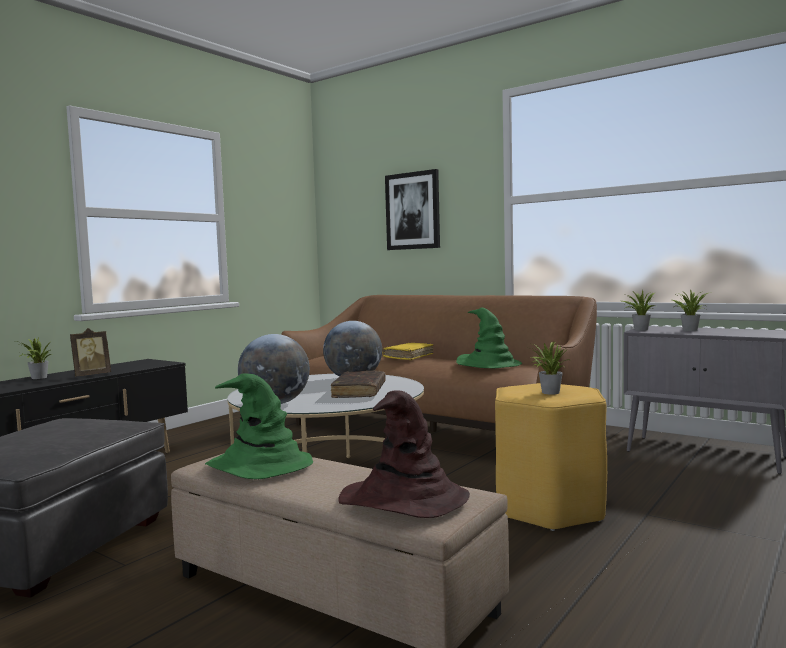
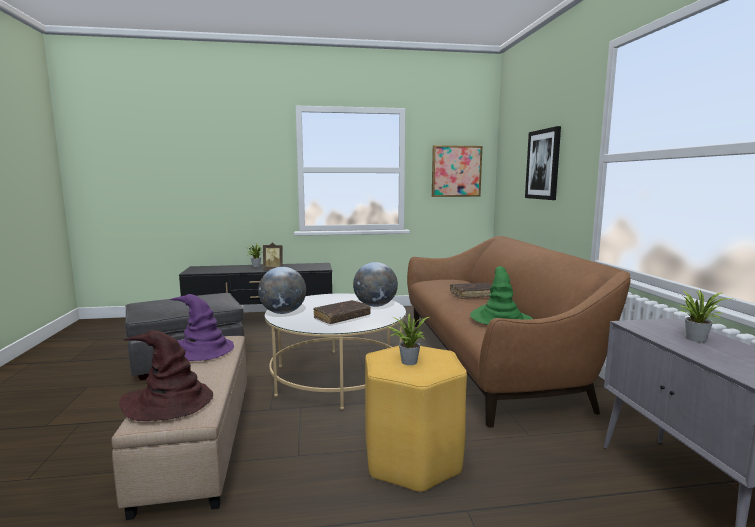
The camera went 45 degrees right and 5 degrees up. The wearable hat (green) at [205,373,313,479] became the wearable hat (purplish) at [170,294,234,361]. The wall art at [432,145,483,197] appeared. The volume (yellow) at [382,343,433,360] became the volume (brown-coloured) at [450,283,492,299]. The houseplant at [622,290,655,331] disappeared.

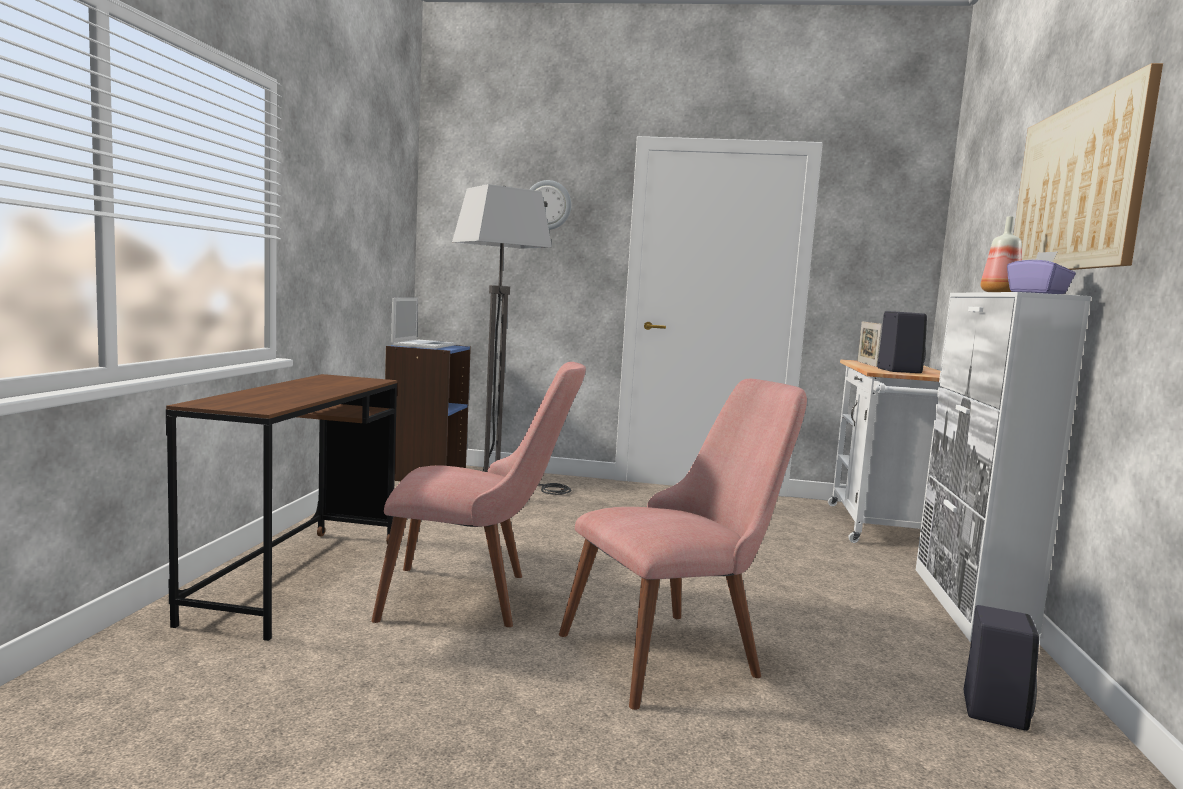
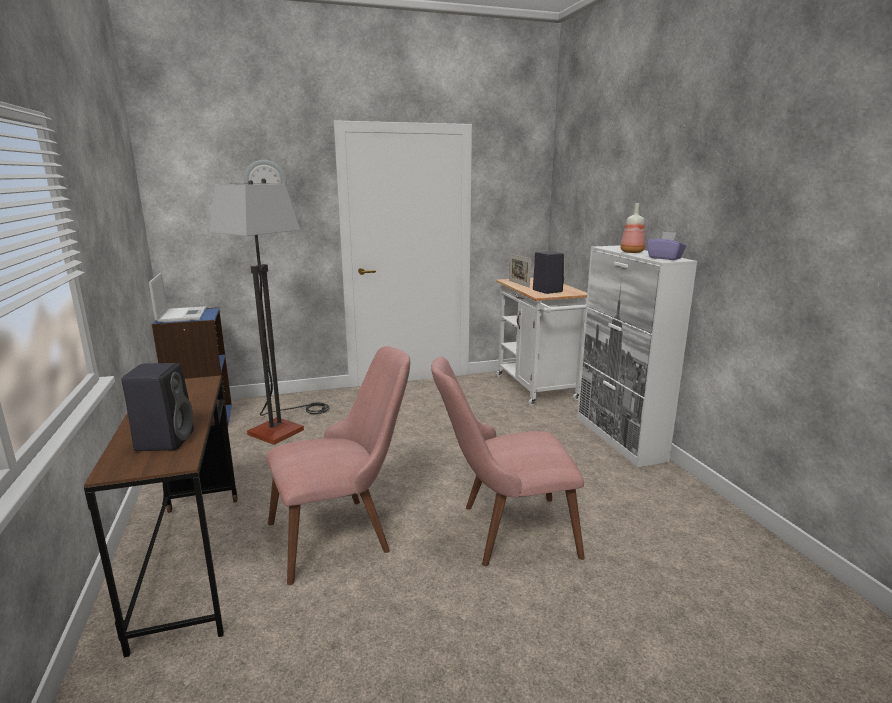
The camera went 25 degrees left and 10 degrees up. The speaker (black) moved from [964,605,1039,731] to [121,363,194,451]. The plain chair (pink-coloured) at [559,379,807,710] turned 135 degrees counterclockwise. The wall art at [1014,63,1163,270] disappeared.

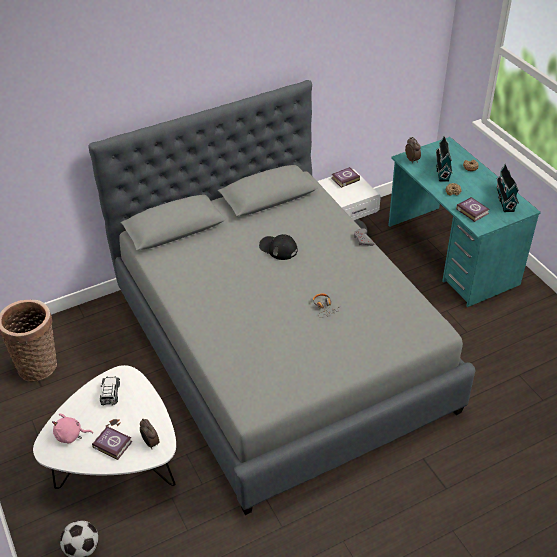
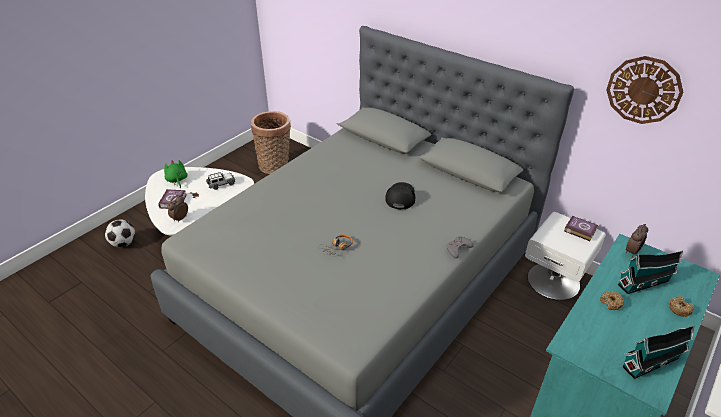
The camera went 65 degrees right and 5 degrees down. The soft toy (pink-coloured) at [52,413,93,443] became the soft toy (green) at [164,160,188,188]. The clock on the wall at [606,56,683,124] appeared. The volume at [456,197,489,222] disappeared.

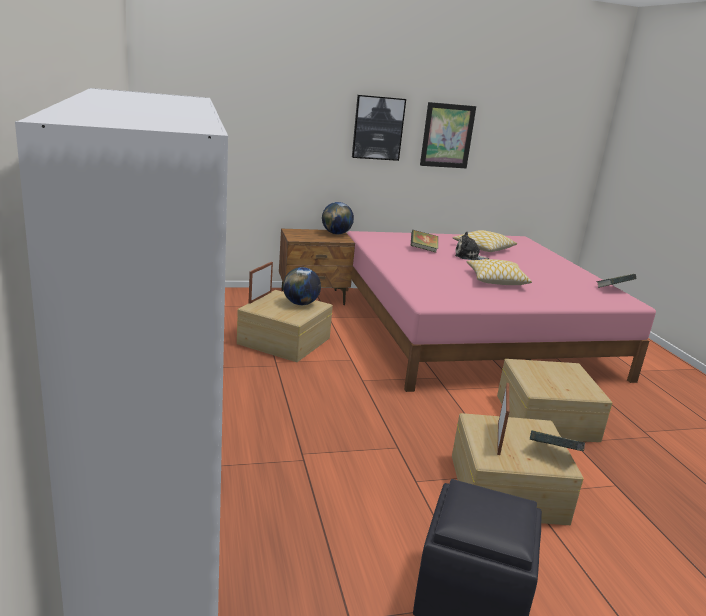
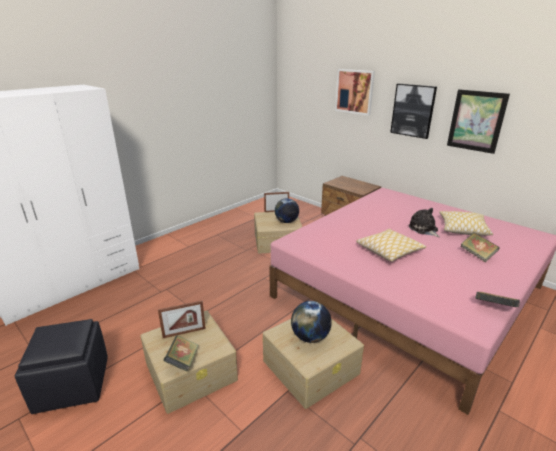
The camera went 60 degrees right and 5 degrees up. The globe moved from [322,202,354,234] to [291,301,332,343]. The wall art at [335,69,375,116] appeared. The volume moved from [411,230,438,253] to [461,232,499,263].

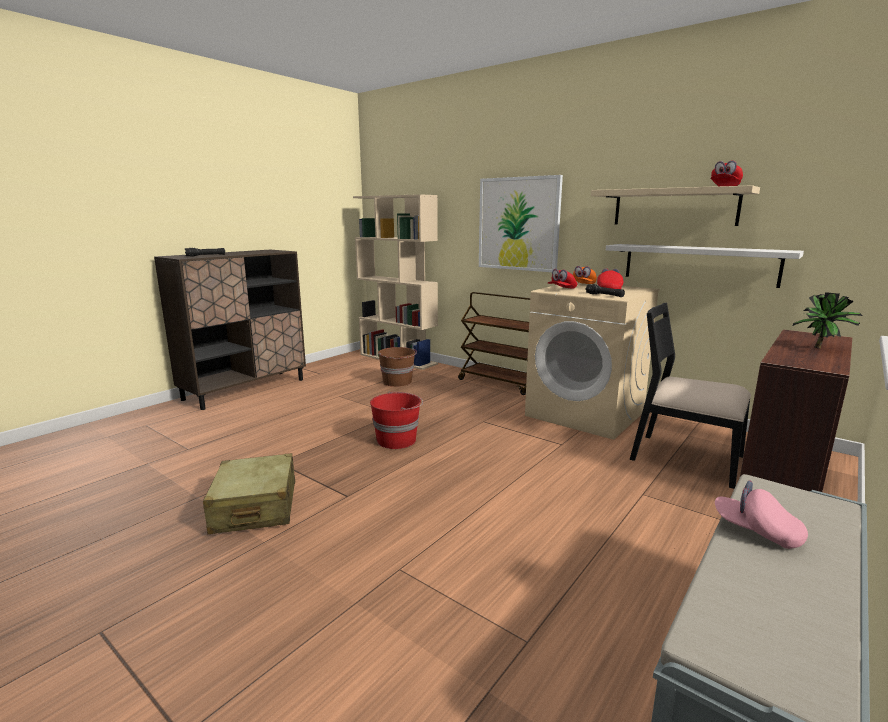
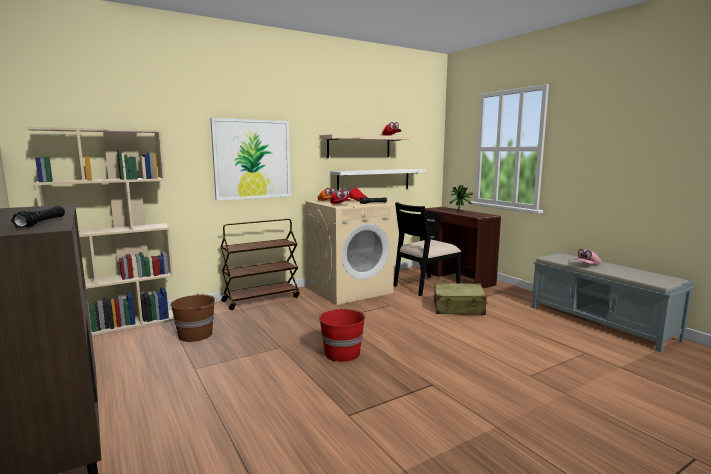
The camera went 70 degrees left and 5 degrees down. The suitcase (sand-coloured) moved from [203,453,295,534] to [434,283,488,315].

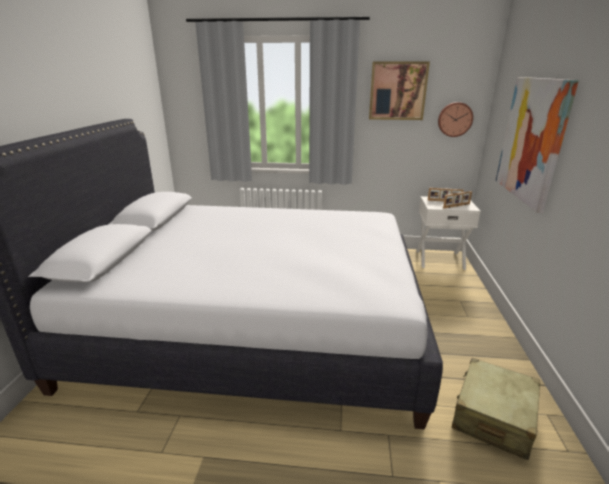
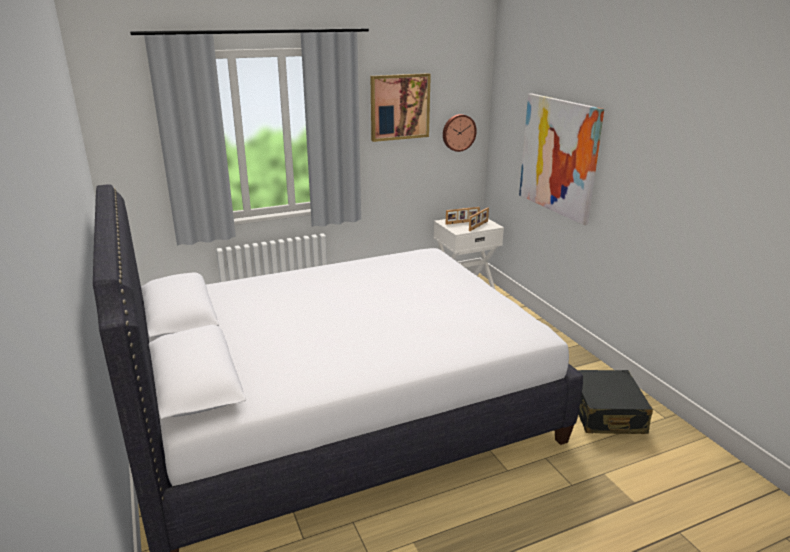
The camera went 30 degrees left and 0 degrees up. The suitcase (sand-coloured) at [452,358,540,460] became the suitcase (black) at [578,370,653,434].

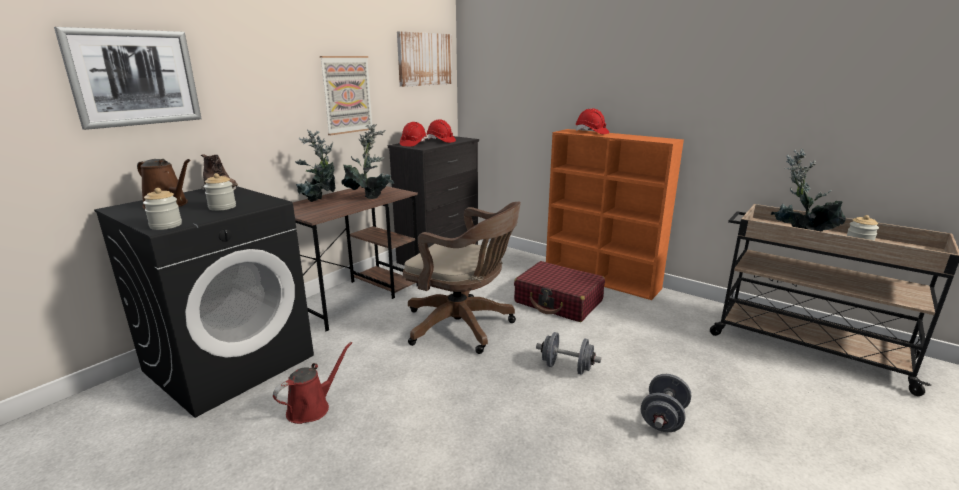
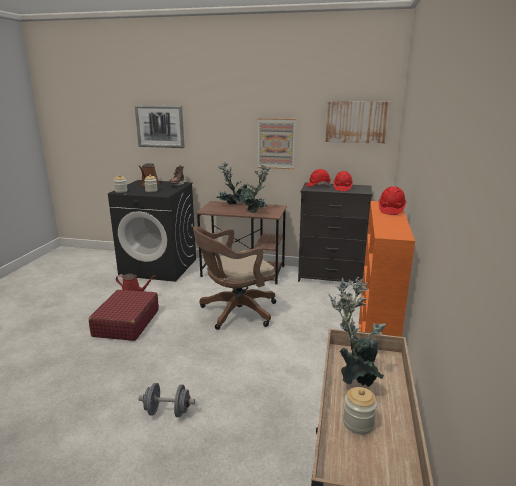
The camera went 65 degrees right and 0 degrees up. The suitcase (red-coloured) moved from [514,261,605,322] to [89,290,159,341]. The office chair (brown-coloured) at [403,202,521,354] turned 60 degrees clockwise. The free weight (gray) at [536,332,601,375] disappeared.

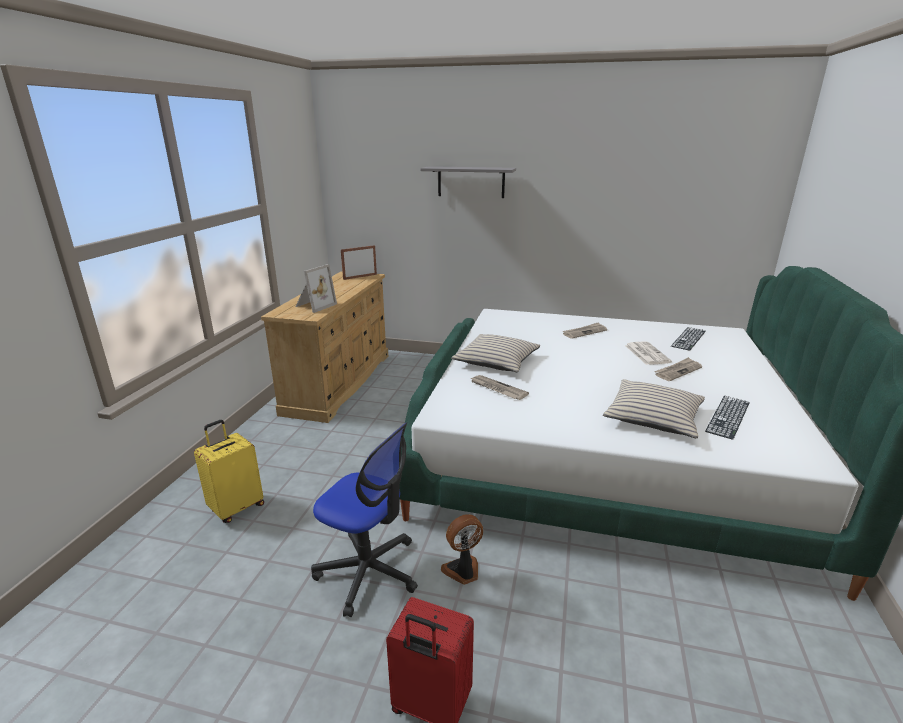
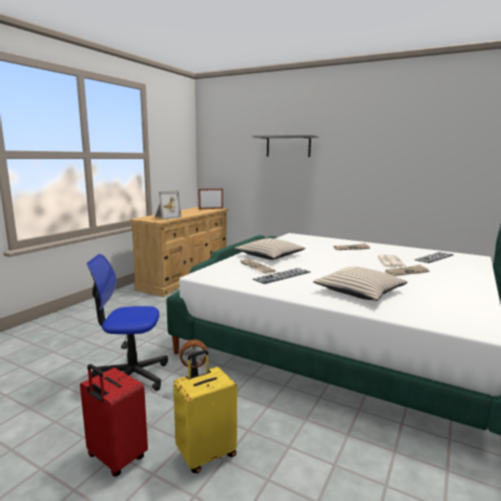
The camera went 15 degrees right and 10 degrees down. The office chair at [311,422,418,617] turned 135 degrees clockwise. The suitcase (yellow) moved from [194,420,264,523] to [173,350,237,473]. The computer keyboard moved from [705,396,750,440] to [253,268,310,284].

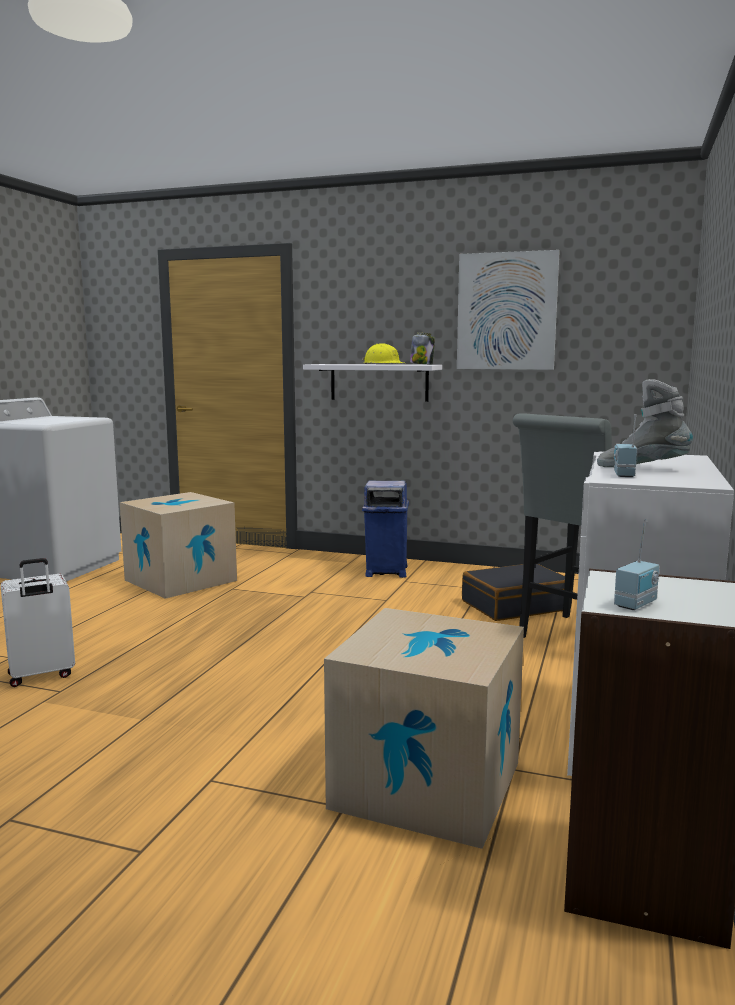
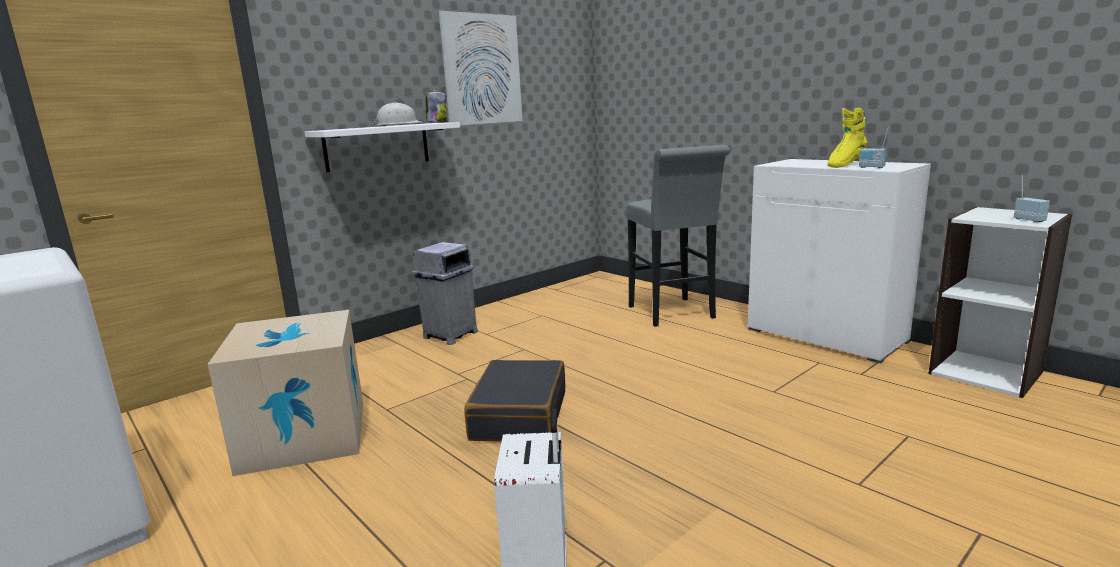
The camera went 60 degrees left and 5 degrees up. The work helmet (yellow) at [362,343,404,364] became the work helmet (whitish) at [372,103,423,127]. The trash can (bluish) at [362,480,409,578] became the trash can (gray) at [411,242,478,345]. The suitcase (black) moved from [462,564,572,621] to [465,360,565,442]. The high-top boot (gray) at [597,379,693,467] became the high-top boot (yellow) at [827,108,867,168]. The packing box at [324,608,524,849] disappeared.

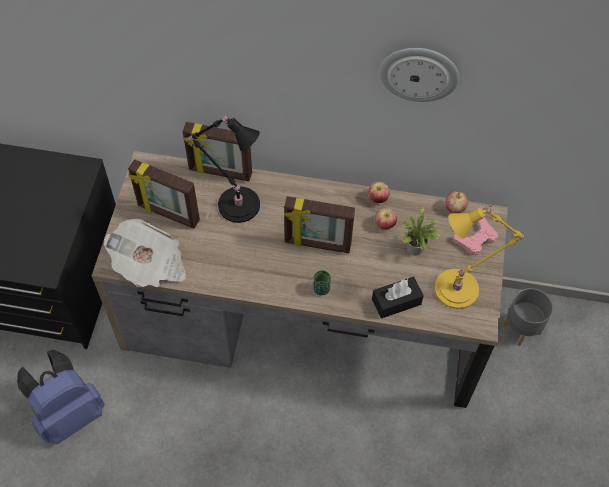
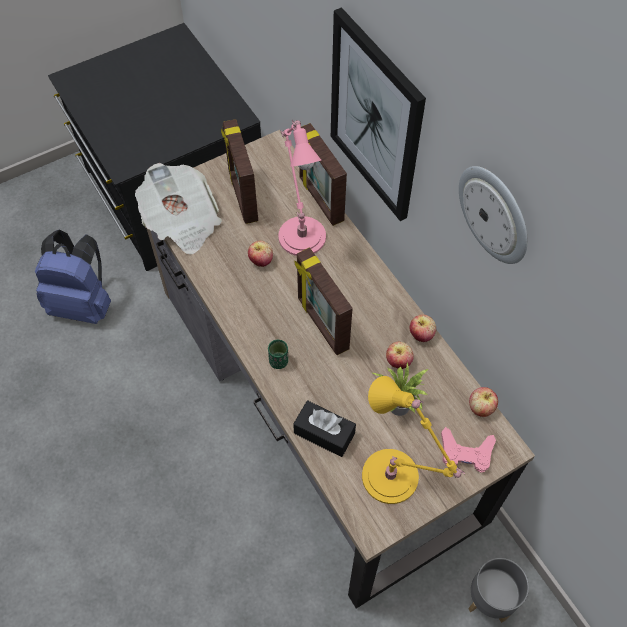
The camera went 50 degrees right and 0 degrees up. The apple at [248,241,273,267] appeared. The table lamp (black) at [186,116,260,223] became the table lamp (pink-coloured) at [278,120,326,256]. The wall art at [331,7,426,221] appeared.

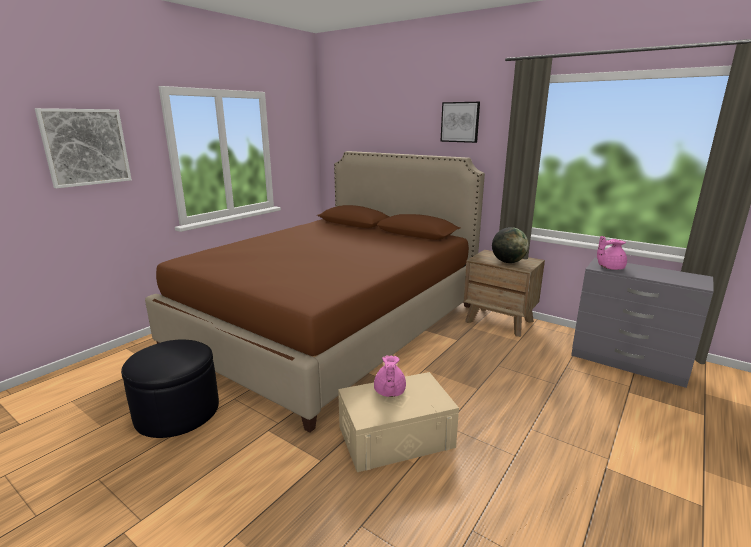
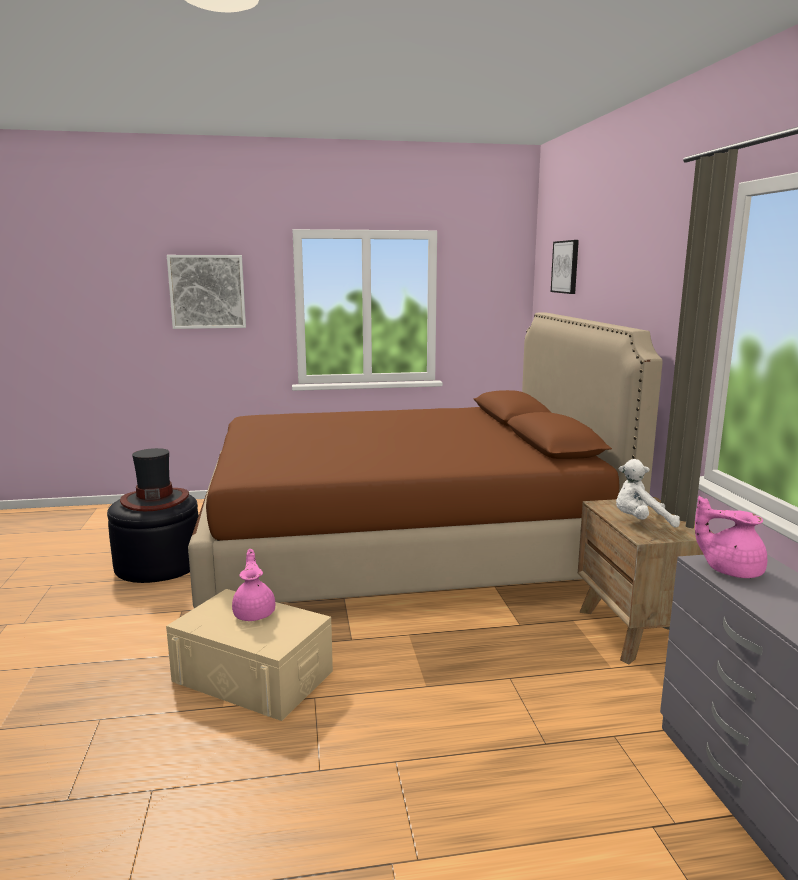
The camera went 45 degrees right and 5 degrees down. The wearable hat at [120,448,189,511] appeared. The tea pot (pink-coloured) at [374,355,406,397] turned 120 degrees clockwise. The wall art moved from [440,102,480,143] to [551,240,579,294]. The globe at [492,227,529,263] was replaced by the soft toy (whitish) at [616,459,680,527].

